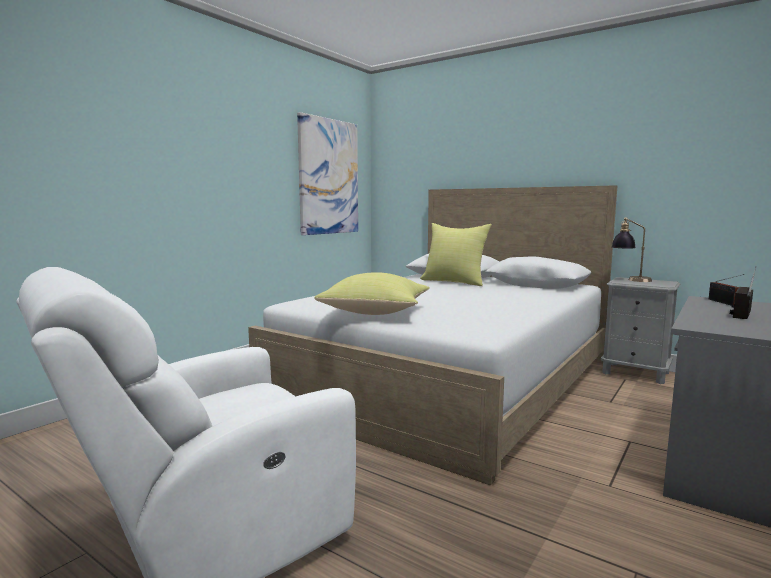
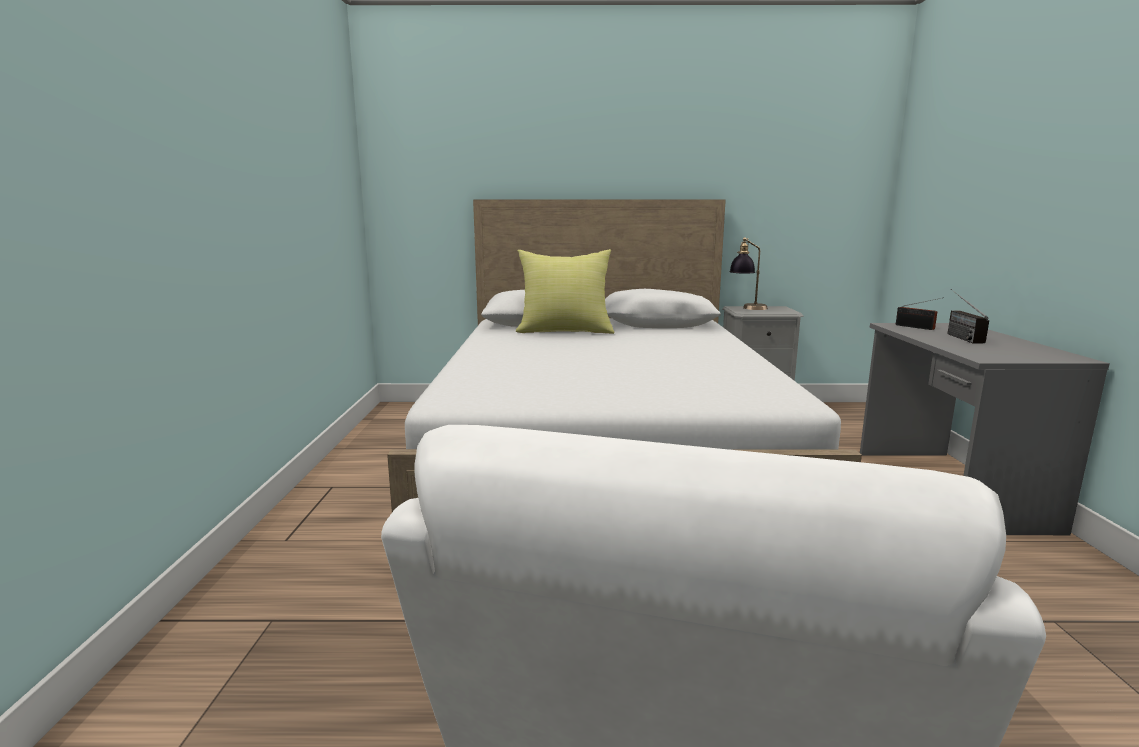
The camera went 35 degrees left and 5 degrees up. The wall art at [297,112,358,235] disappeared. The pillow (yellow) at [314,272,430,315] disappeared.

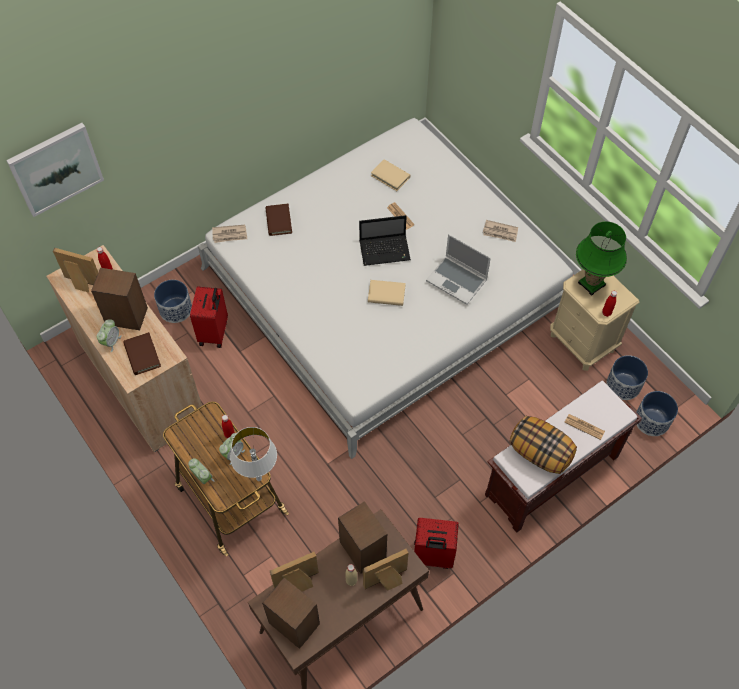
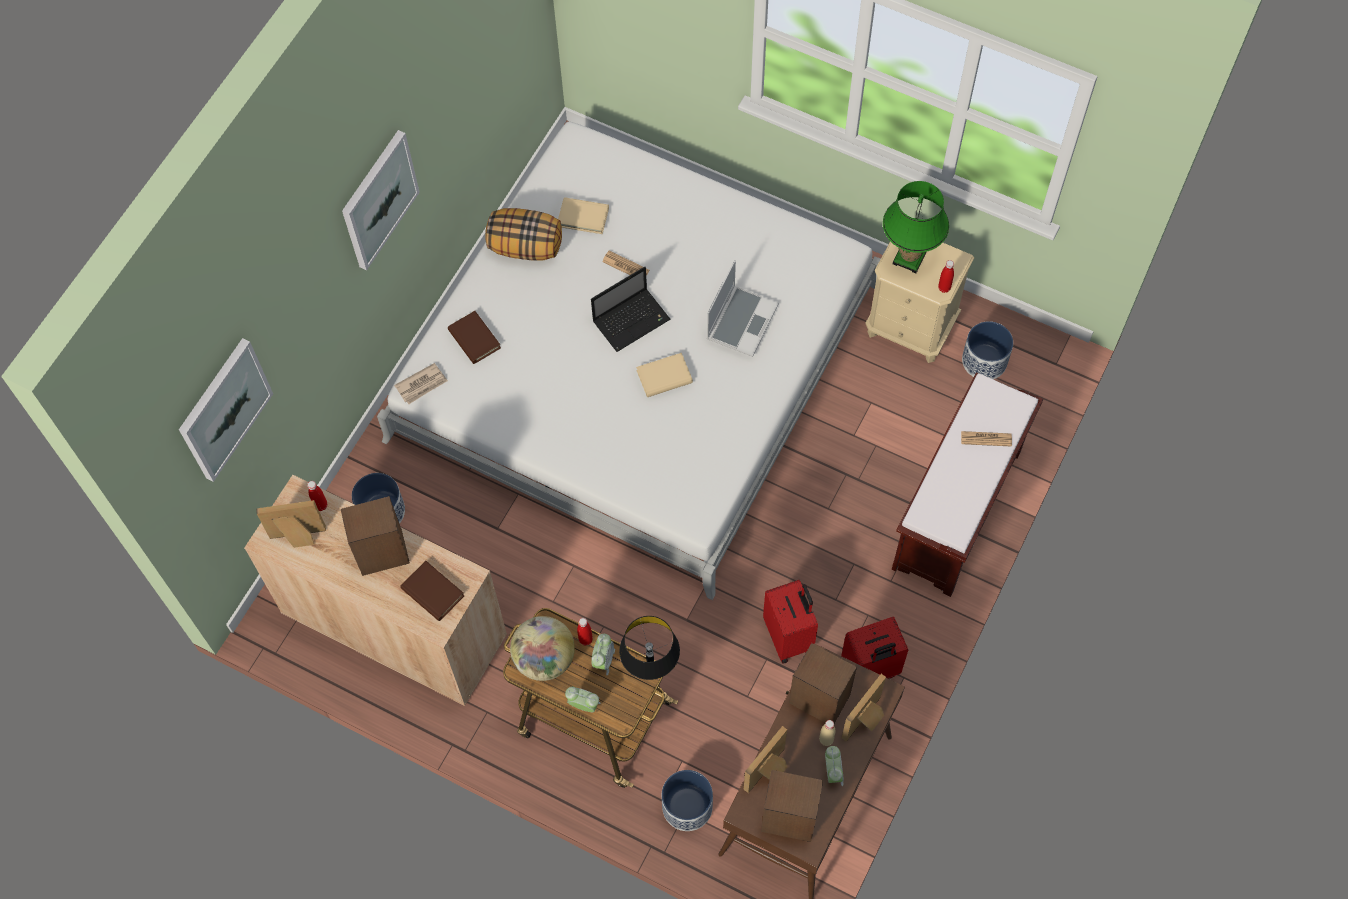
The camera went 25 degrees left and 5 degrees up. The wall art at [342,130,420,270] appeared. The pillow moved from [509,416,577,474] to [485,208,562,260]. The globe at [510,616,575,681] appeared. The table lamp (whitish) at [230,427,277,481] became the table lamp (black) at [619,616,680,680]. The flower pot moved from [637,391,678,436] to [661,770,713,831]. The notebook computer at [426,234,491,305] turned 75 degrees counterclockwise. The suitcase (red-coloured) moved from [190,286,228,348] to [763,580,818,664]. The table clock moved from [97,319,122,352] to [825,746,844,786]. The printed paper at [483,220,518,242] disappeared.

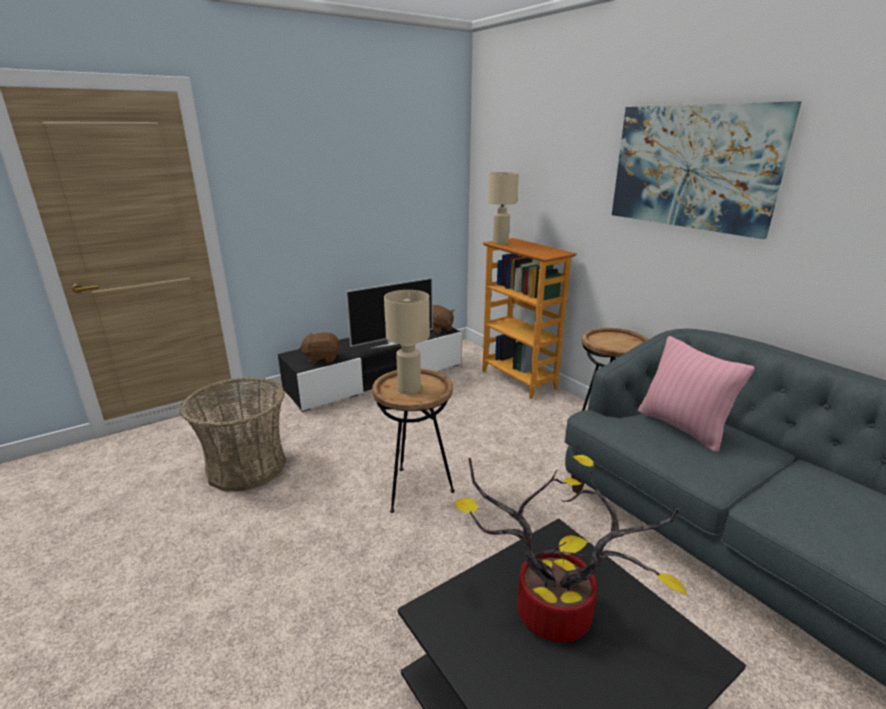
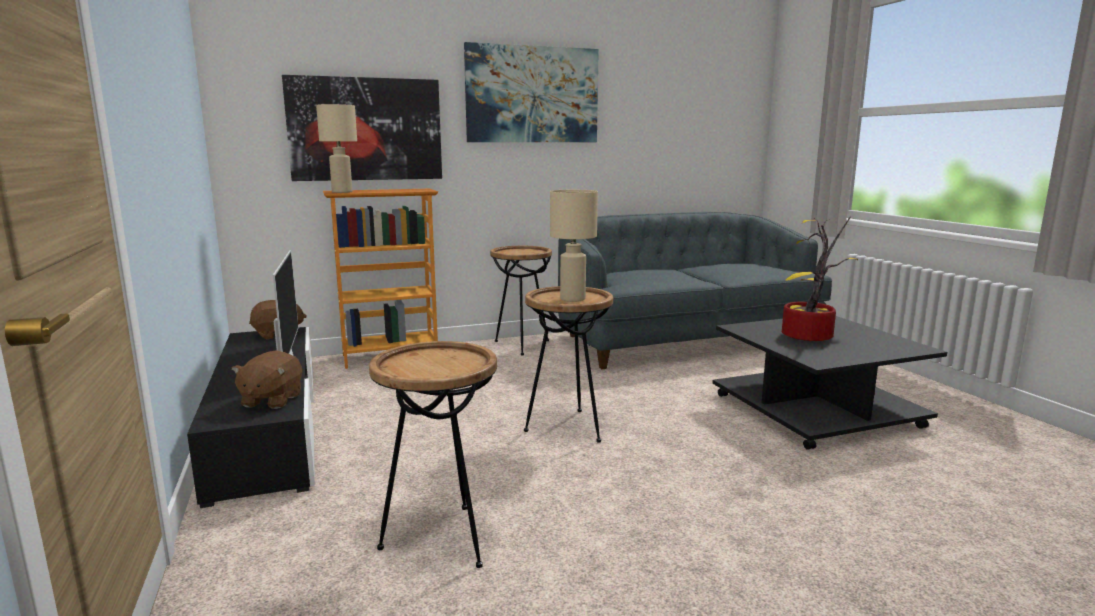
The camera went 75 degrees left and 10 degrees down. The wall art at [282,75,442,181] appeared. The storage basket at [180,377,286,491] was replaced by the accent table (brown-coloured) at [369,341,497,568]. The pillow (pink-coloured) at [638,336,755,453] disappeared.

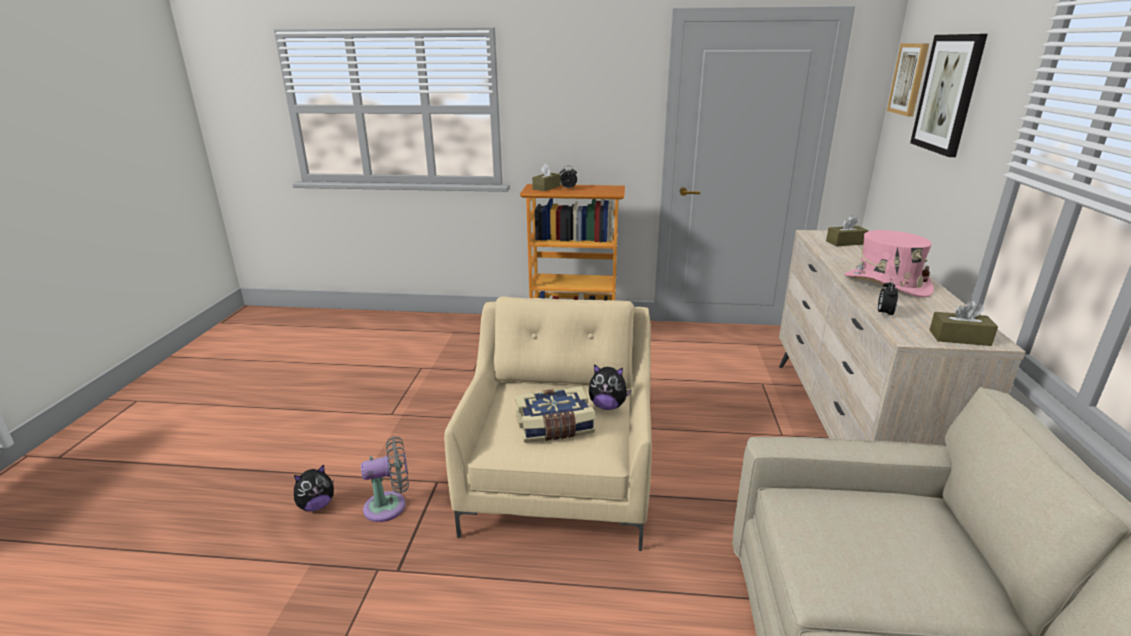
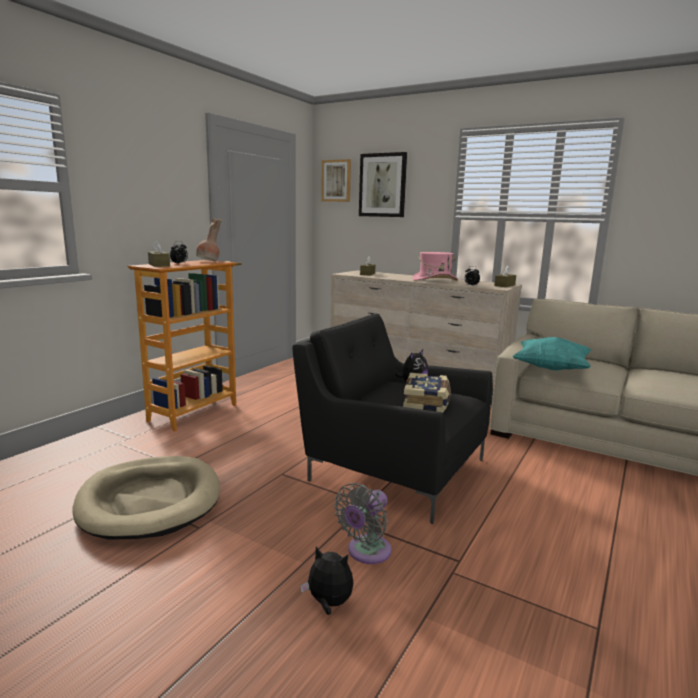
The camera went 65 degrees left and 10 degrees down. The pet bed (sand-coloured) at [72,456,220,539] appeared. The flower vase (brown-coloured) at [196,218,222,261] appeared. The easy chair (sand-coloured) at [444,296,652,551] became the easy chair (black) at [292,314,493,524]. The soft toy at [294,464,334,512] turned 60 degrees counterclockwise. The cooling fan (gray) at [361,436,409,522] turned 150 degrees counterclockwise. The pillow (turquoise-coloured) at [513,337,591,370] appeared.

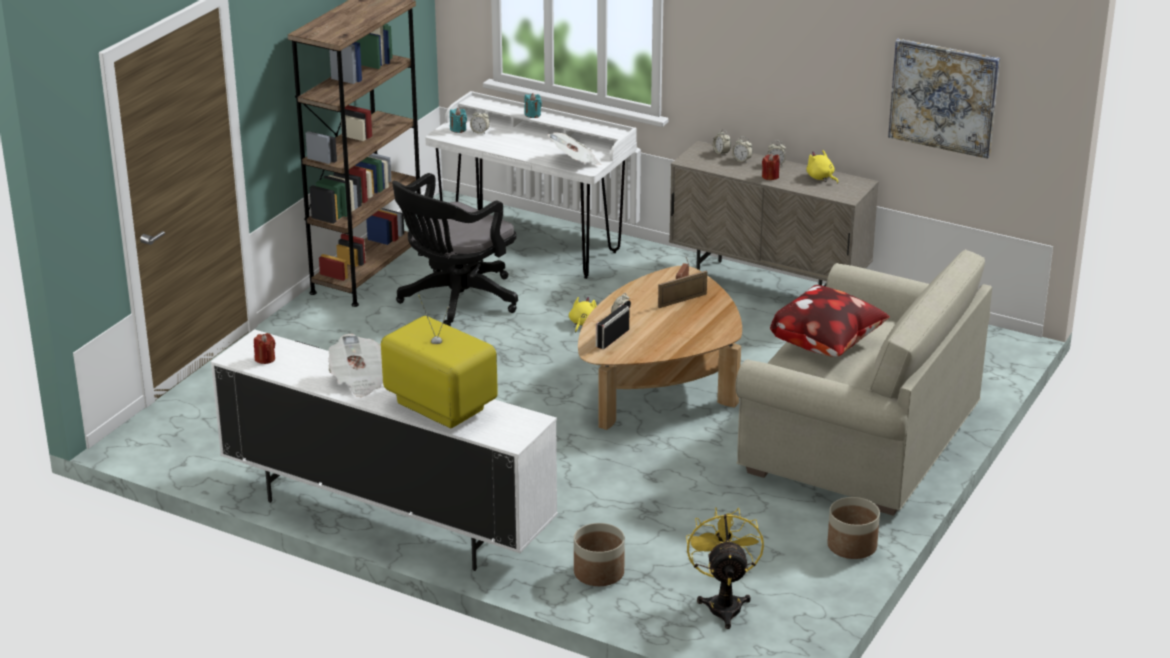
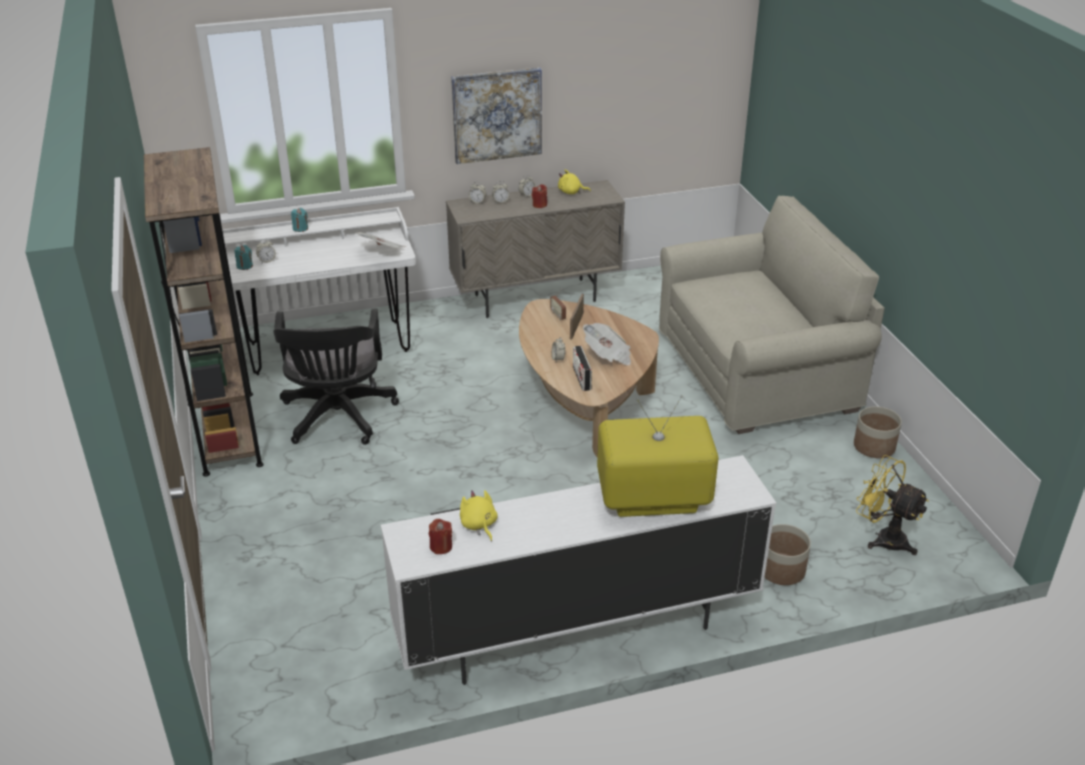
The camera went 45 degrees left and 5 degrees up. The wall art moved from [888,39,1000,159] to [451,67,542,164]. The soft toy (yellow) moved from [569,297,597,333] to [460,490,498,541]. The printed paper moved from [328,334,383,397] to [583,323,631,366]. The pillow at [770,285,890,357] disappeared.

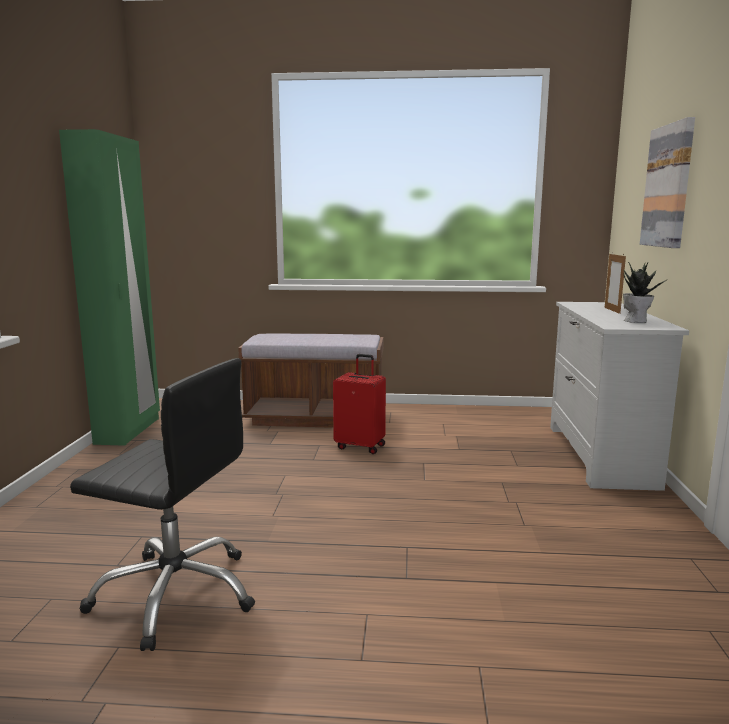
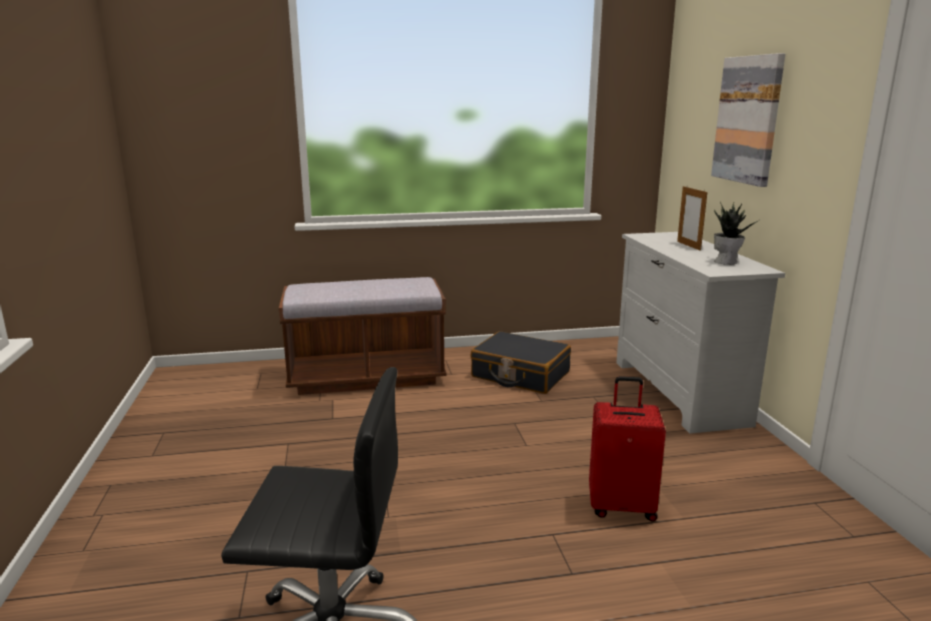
The camera went 15 degrees left and 5 degrees up. The suitcase (black) at [470,331,571,394] appeared. The suitcase (red-coloured) moved from [333,354,386,454] to [589,376,666,522]. The clothes cupboard (green) at [59,129,160,446] disappeared.

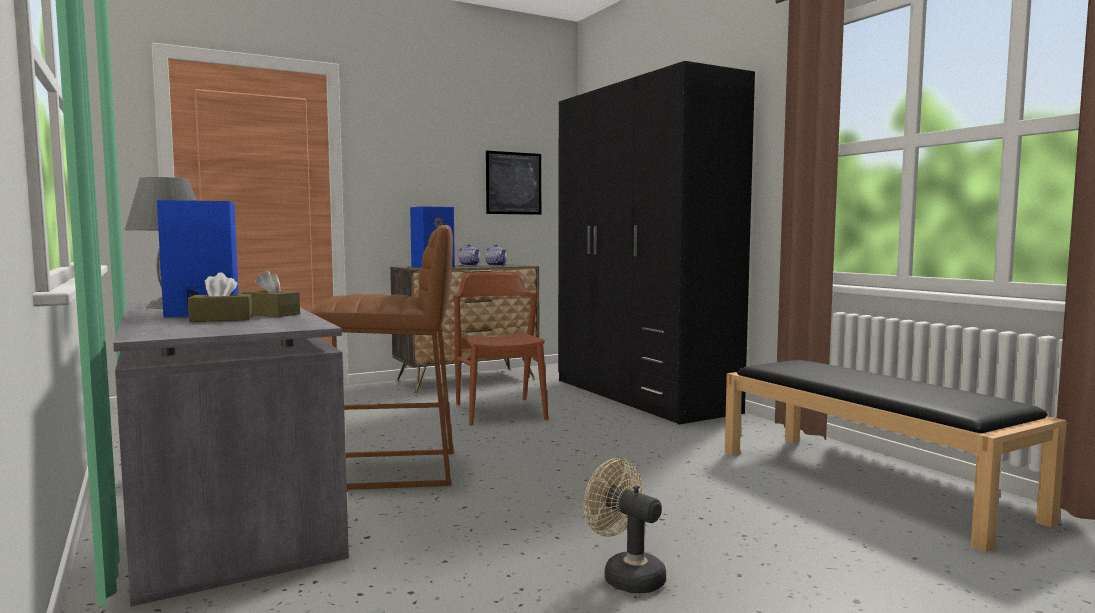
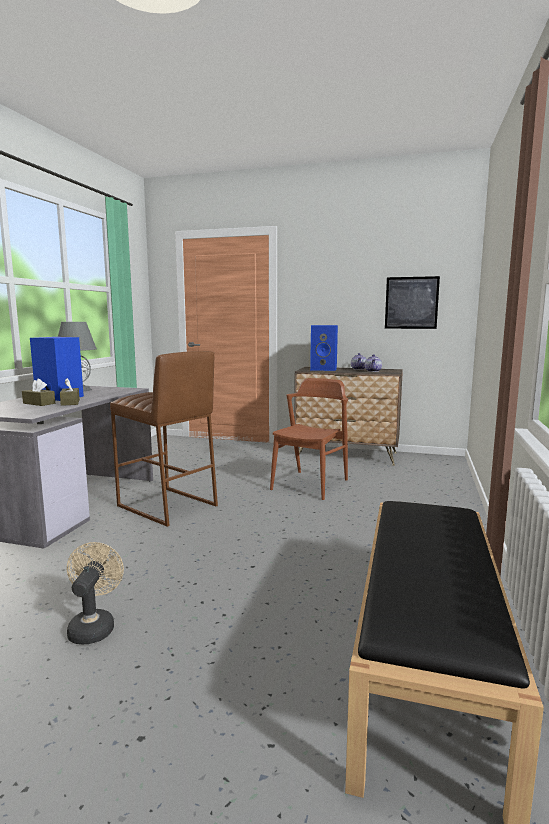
The camera went 45 degrees right and 5 degrees up. The clothes cupboard (black) at [558,61,755,425] disappeared.

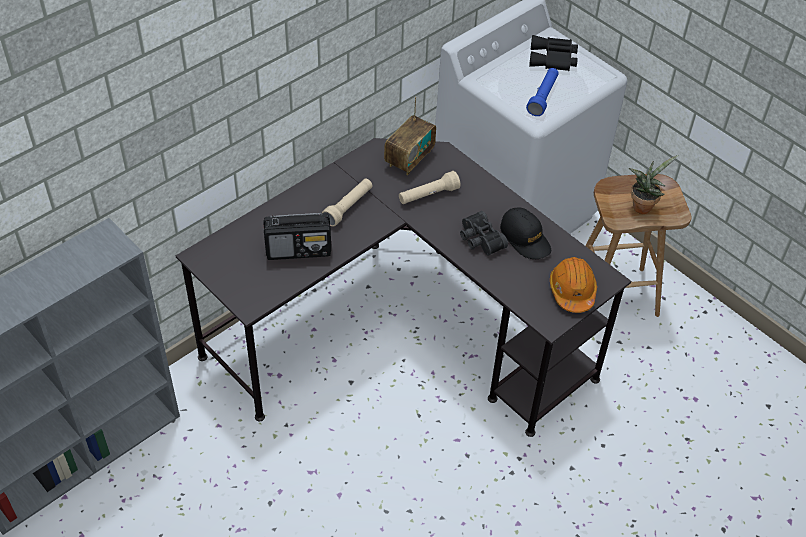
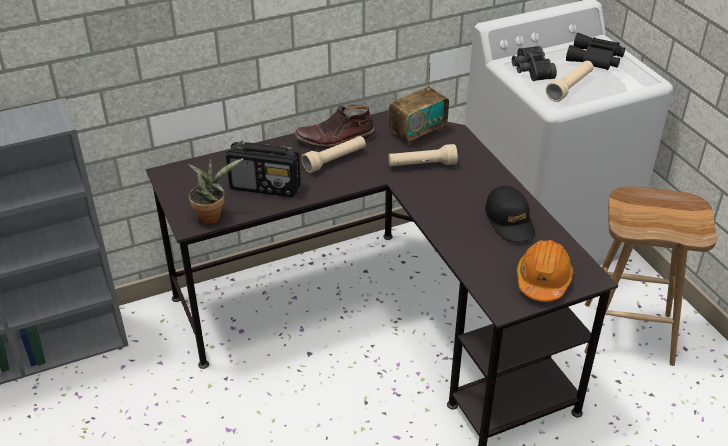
The camera went 20 degrees right and 10 degrees down. The houseplant moved from [629,155,678,214] to [188,158,243,224]. The high-top boot (brown-coloured) at [294,105,375,148] appeared. The pair of binoculars (black) moved from [460,211,508,256] to [512,46,557,81]. The flashlight (bluish) at [526,68,559,116] became the flashlight (sand-coloured) at [546,61,594,102].

